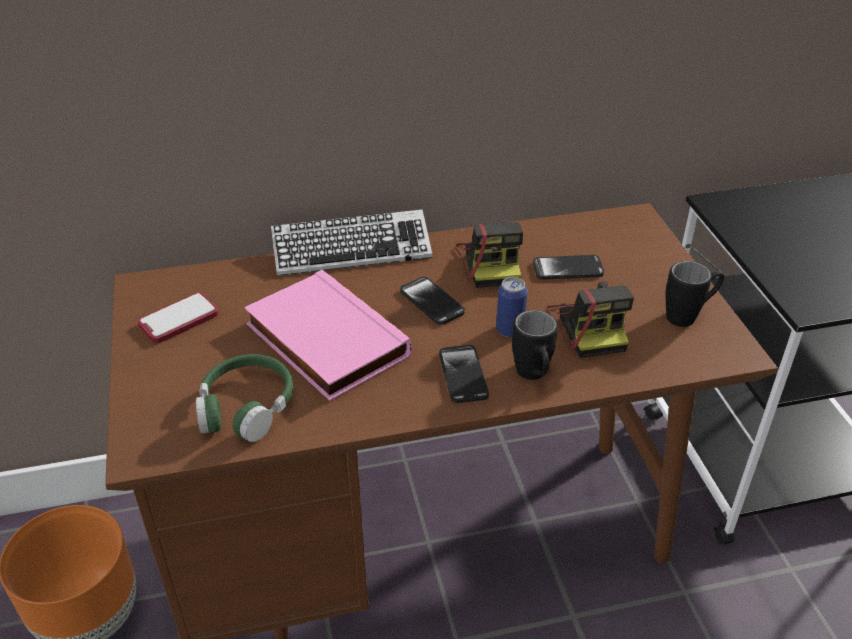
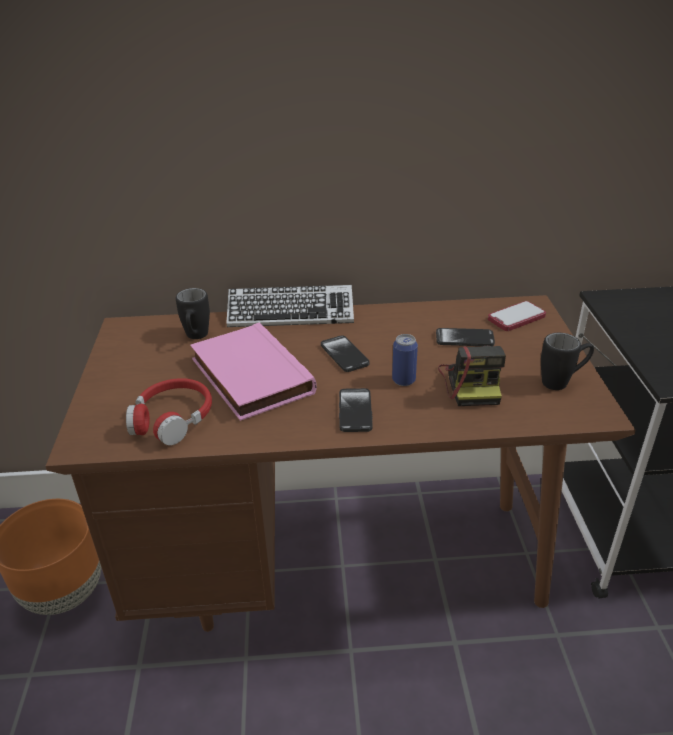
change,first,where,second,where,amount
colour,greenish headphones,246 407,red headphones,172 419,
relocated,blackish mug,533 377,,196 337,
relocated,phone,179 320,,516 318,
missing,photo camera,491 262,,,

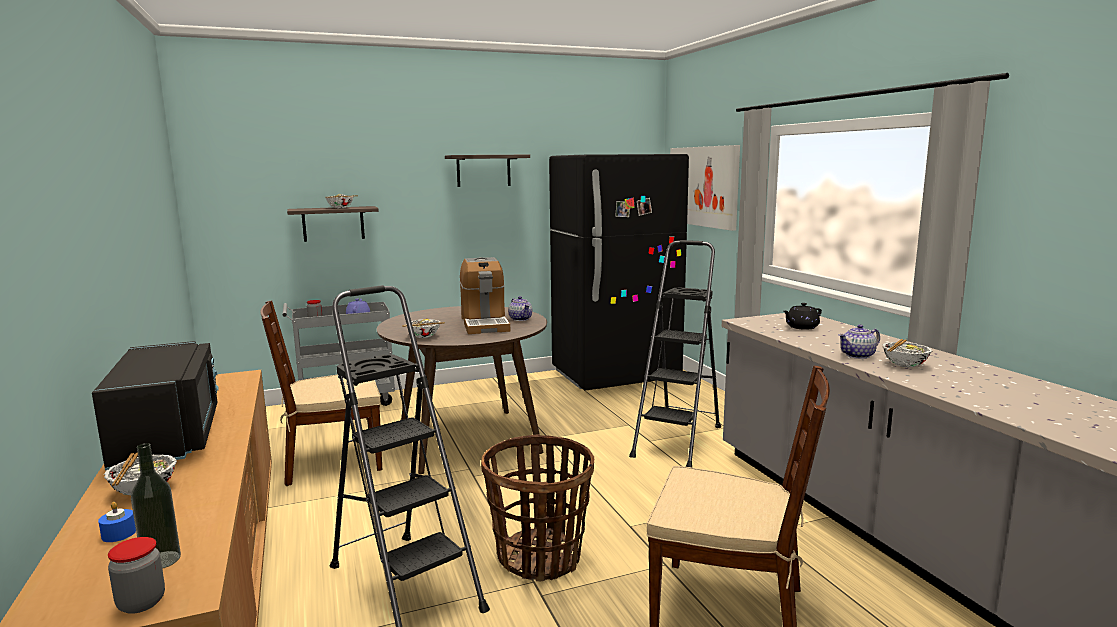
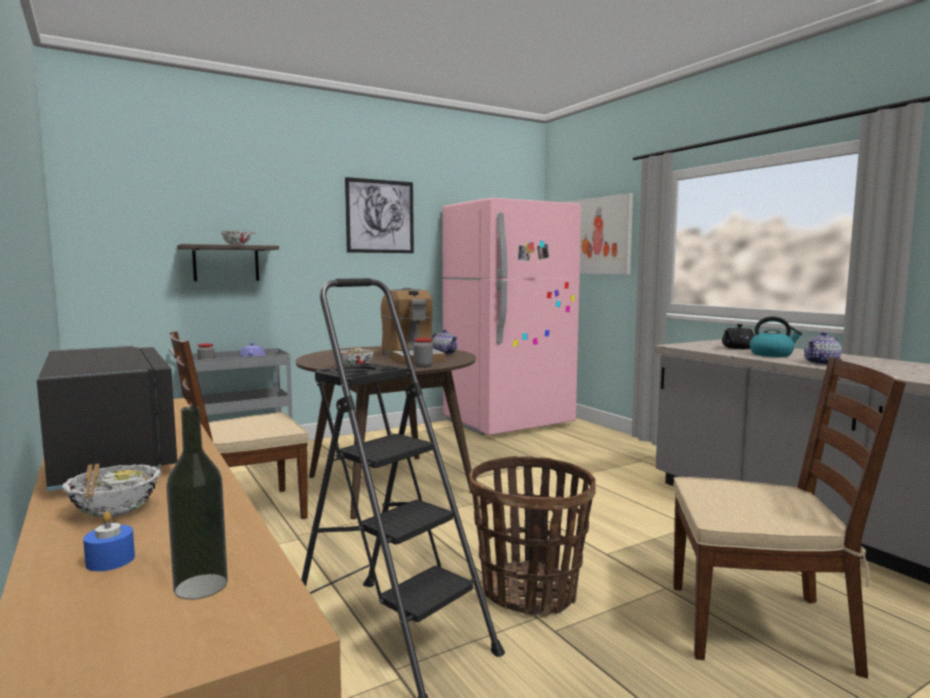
change,first,where,second,where,amount
exchanged,bracket shelf,483 170,wall art,380 216,
relocated,jar,141 603,,423 366,
colour,blackish refrigerator,615 376,pink-coloured refrigerator,508 423,
appeared,,,kettle,772 354,
missing,step stool,678 440,,,
missing,deep dish,904 364,,,

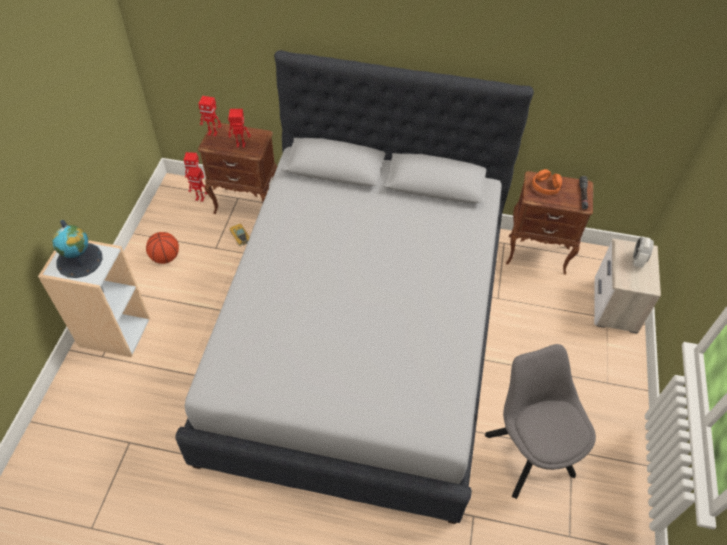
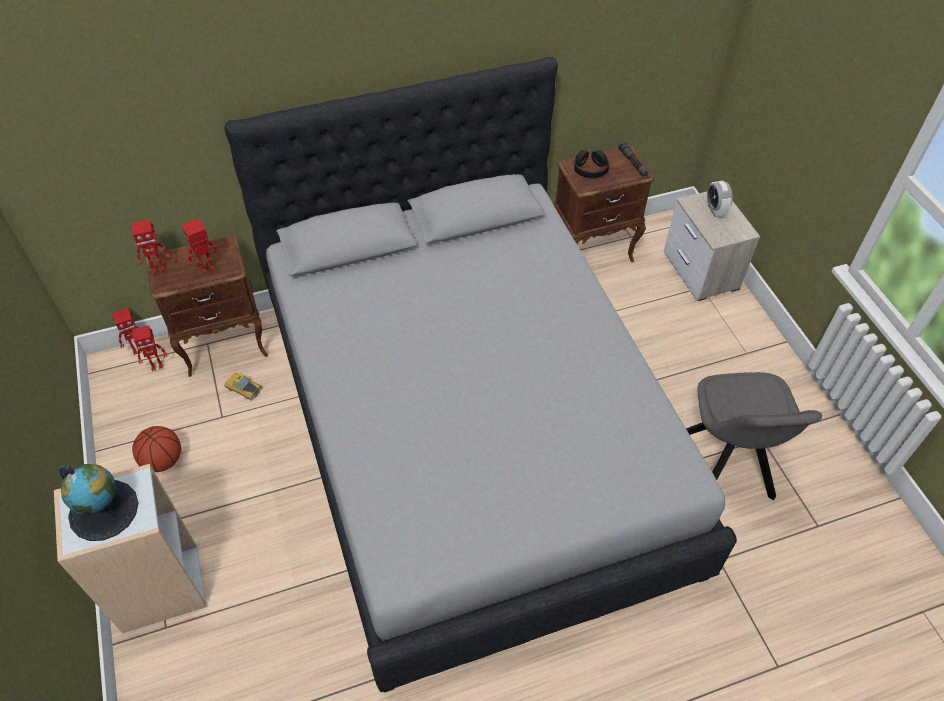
change,first,where,second,where,amount
colour,orange headphones,546 186,blackish headphones,590 169,
spun,gray plain chair,528 454,,725 466,135 degrees counterclockwise

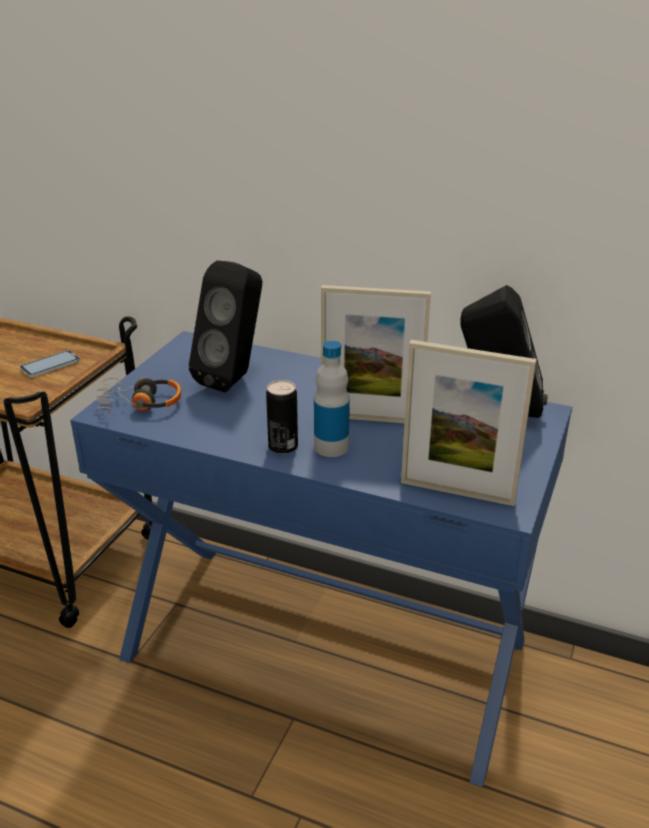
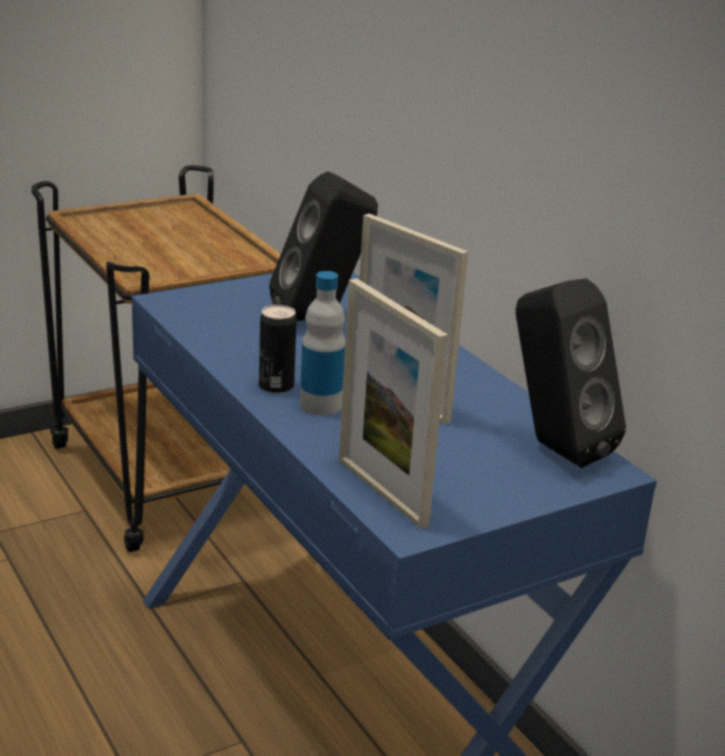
change,first,where,second,where,amount
missing,phone,50 365,,,
missing,headphones,139 403,,,

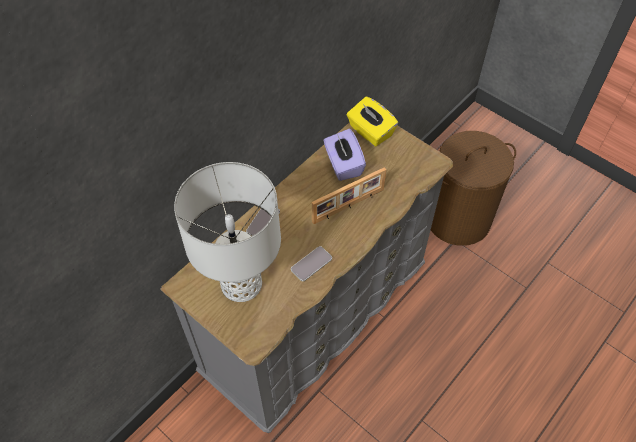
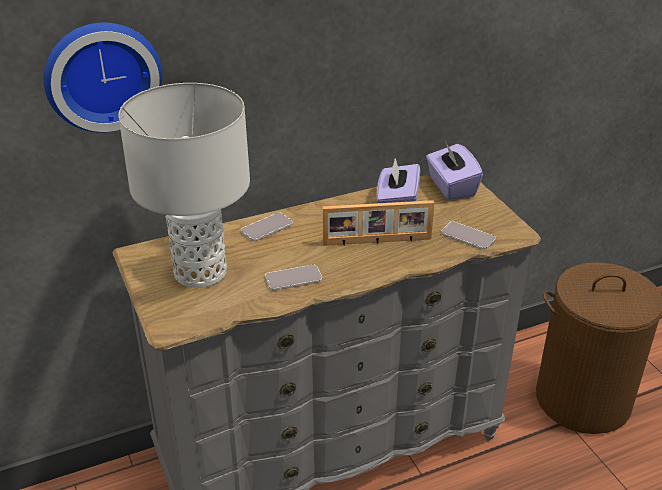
change,first,where,second,where,amount
appeared,,,hanging clock,102 75,
colour,yellow box of tissues,370 132,purplish box of tissues,451 187,
appeared,,,phone,468 236,

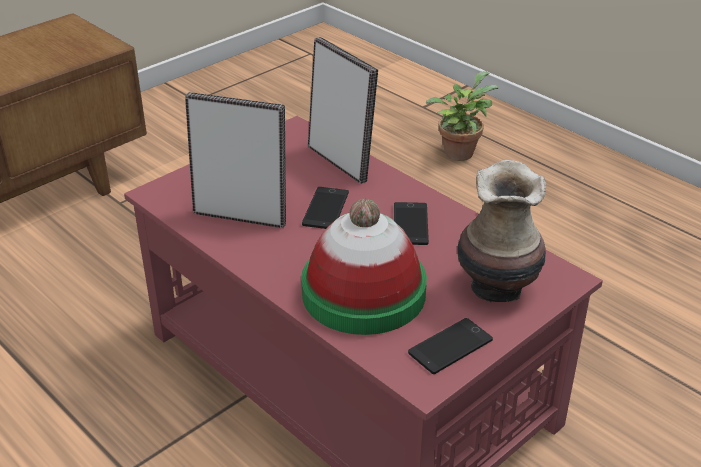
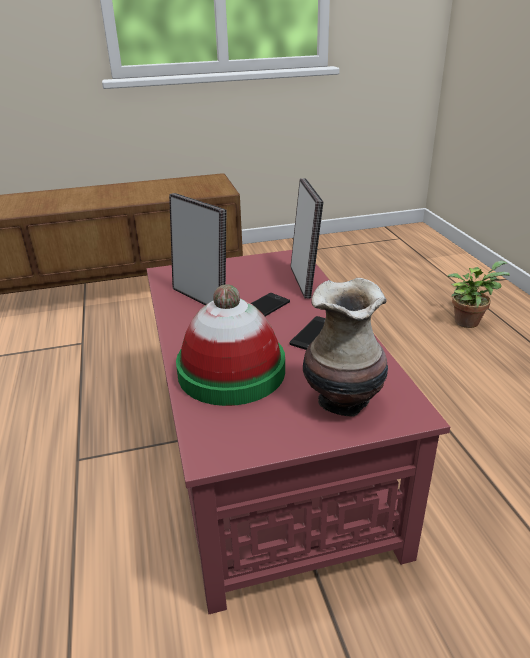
change,first,where,second,where,amount
missing,phone,450 346,,,

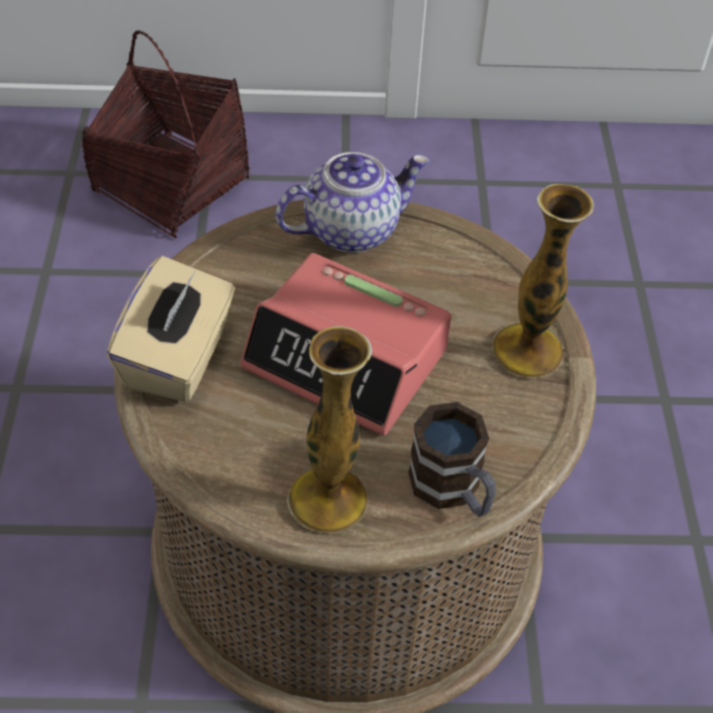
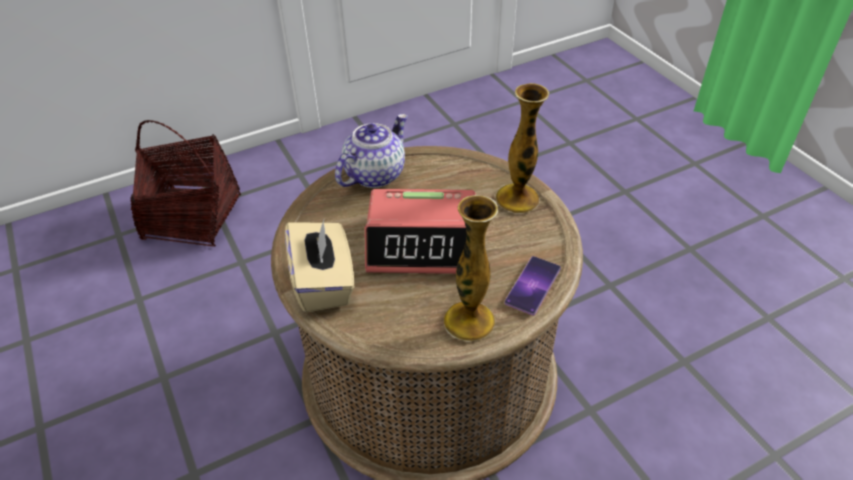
change,first,where,second,where,amount
exchanged,mug,453 490,phone,533 285,

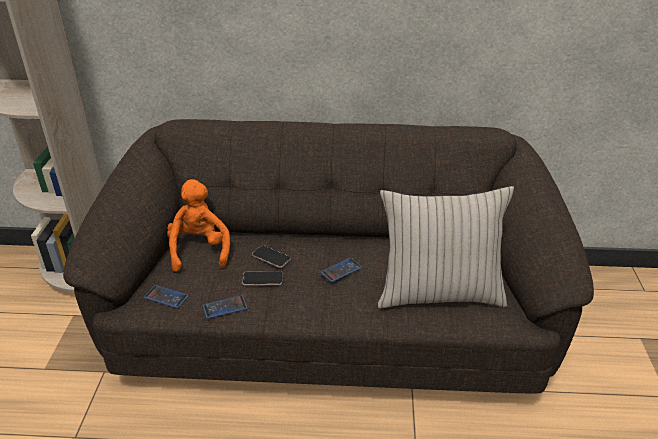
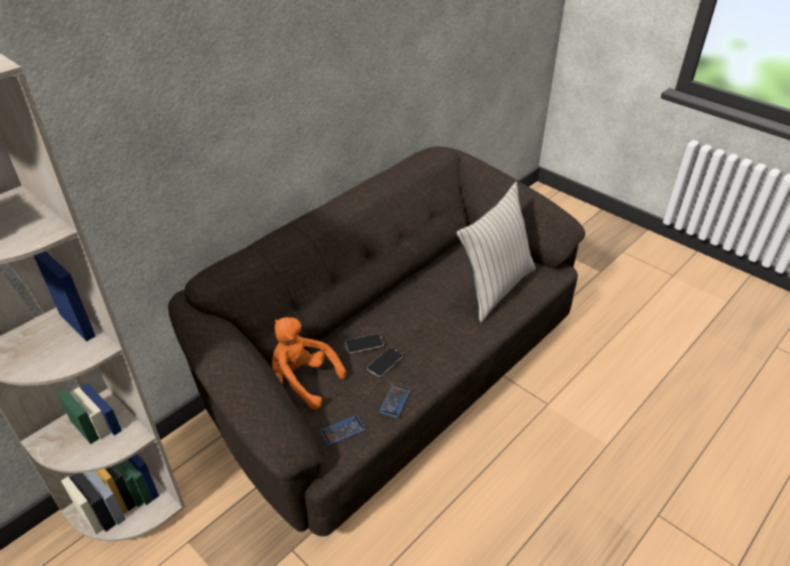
change,first,where,second,where,amount
missing,phone,341 270,,,

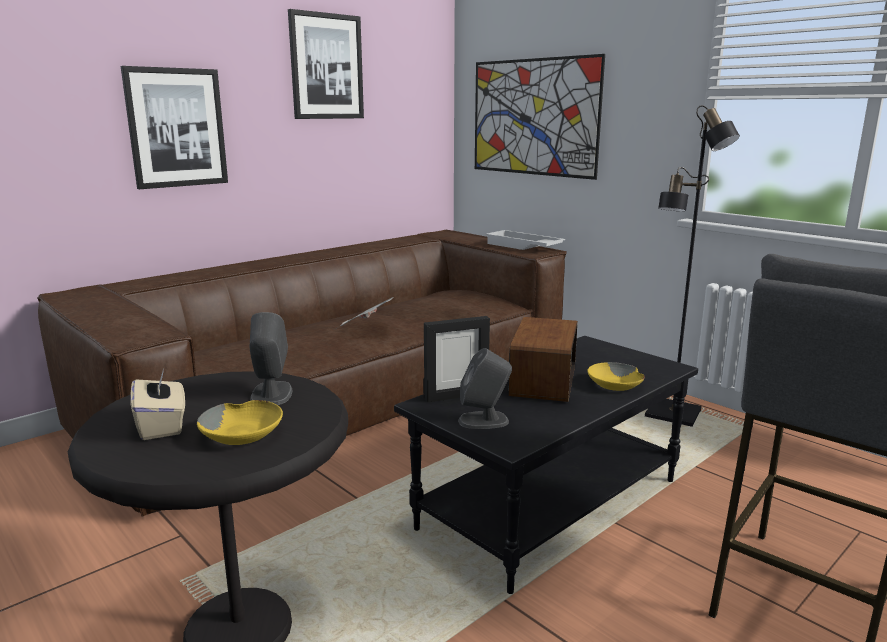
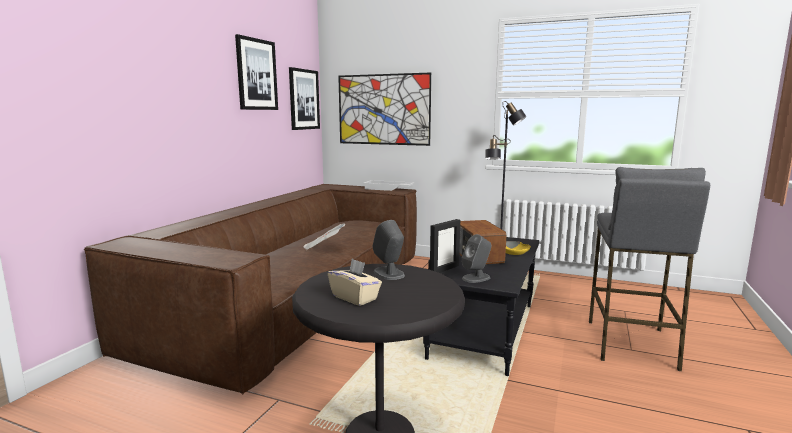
change,first,where,second,where,amount
relocated,wall art,176 128,,304 99,
missing,yellow deep dish,244 434,,,

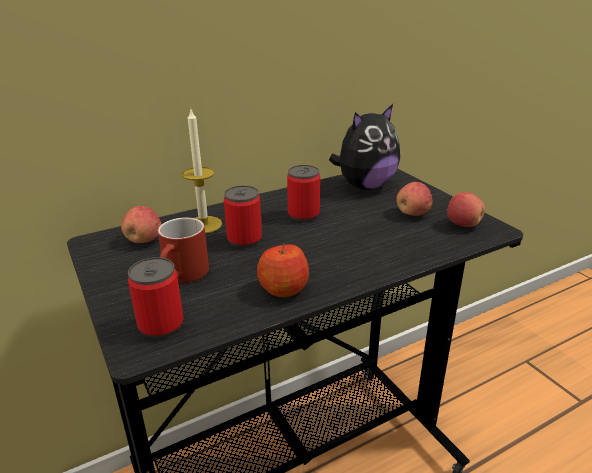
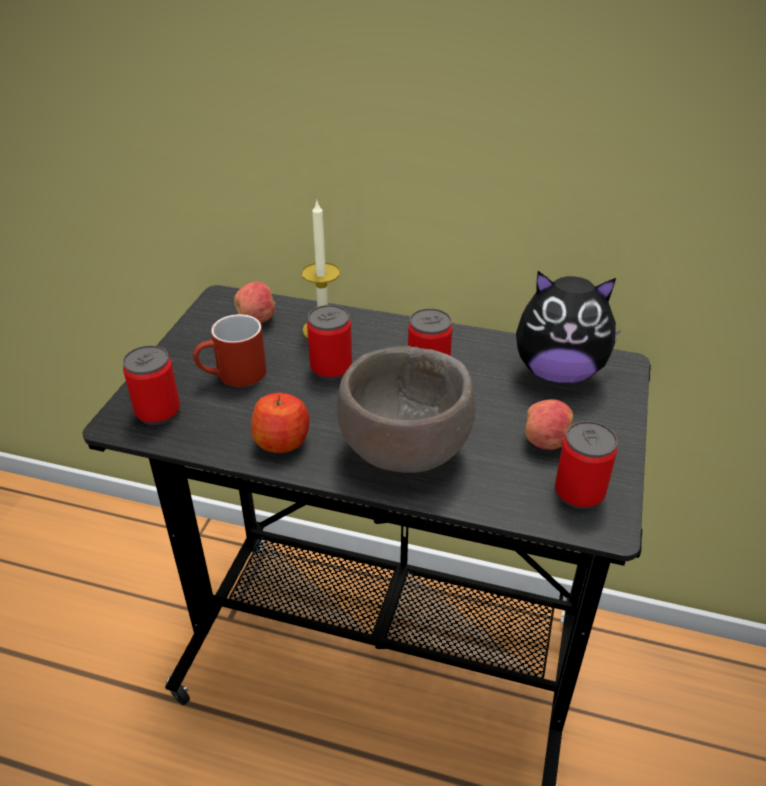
change,first,where,second,where,amount
appeared,,,brownish deep dish,406 451,
exchanged,apple,463 224,sealed can,579 493,

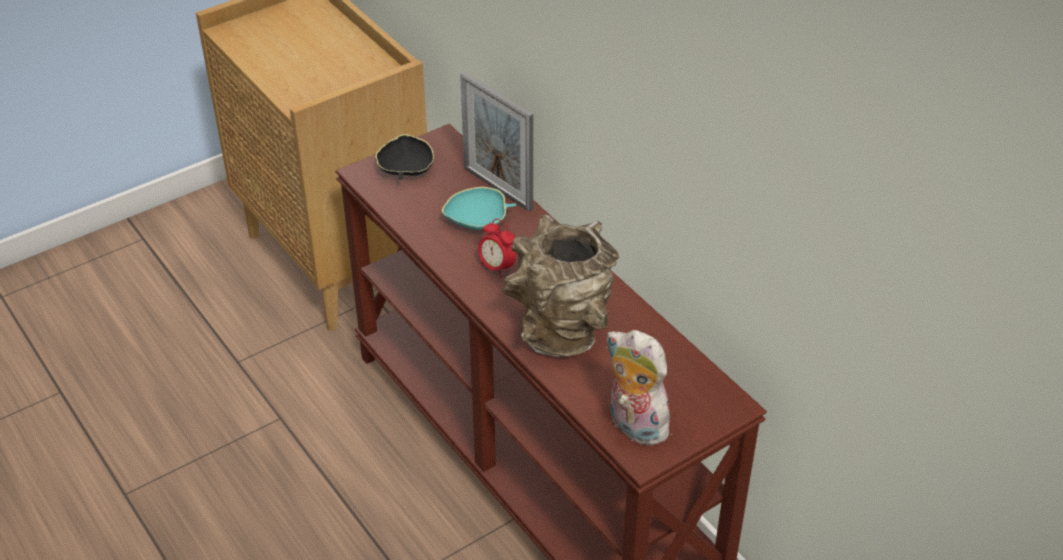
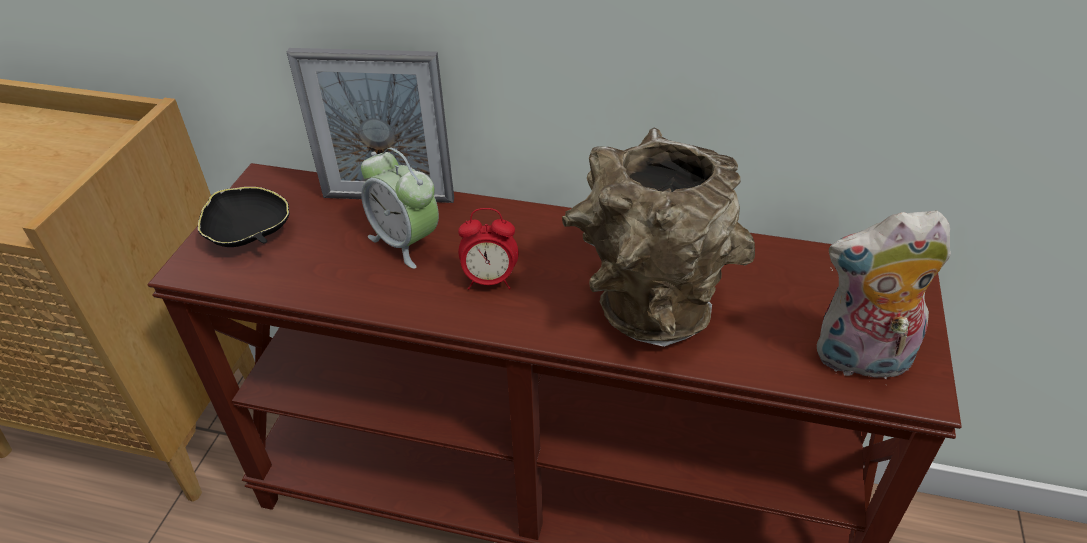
change,first,where,second,where,amount
exchanged,blue-green deep dish,478 220,table clock,405 242,

